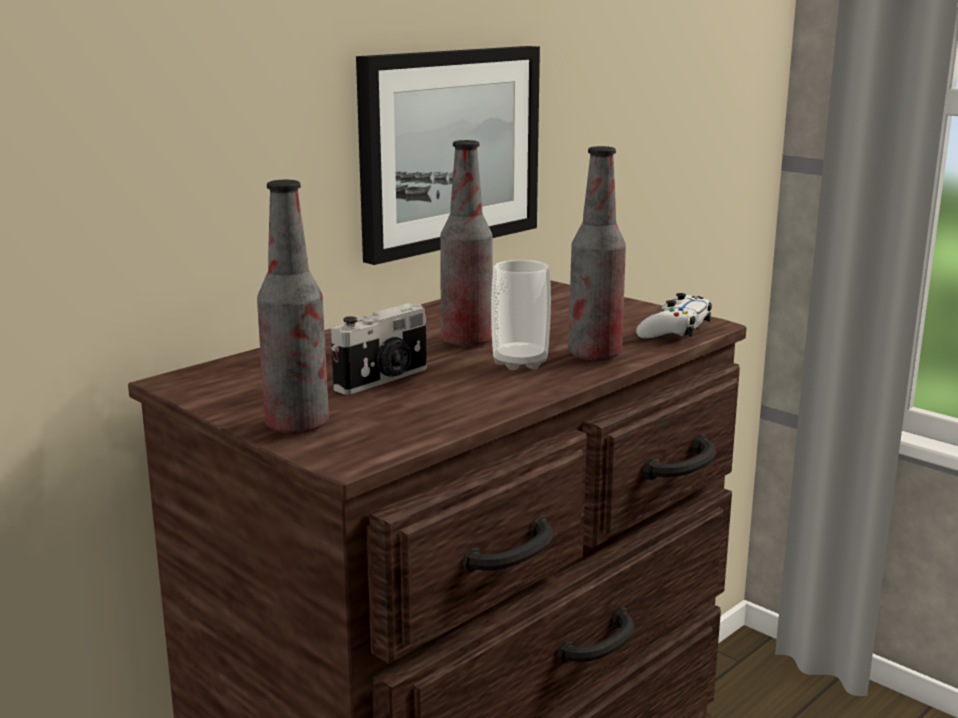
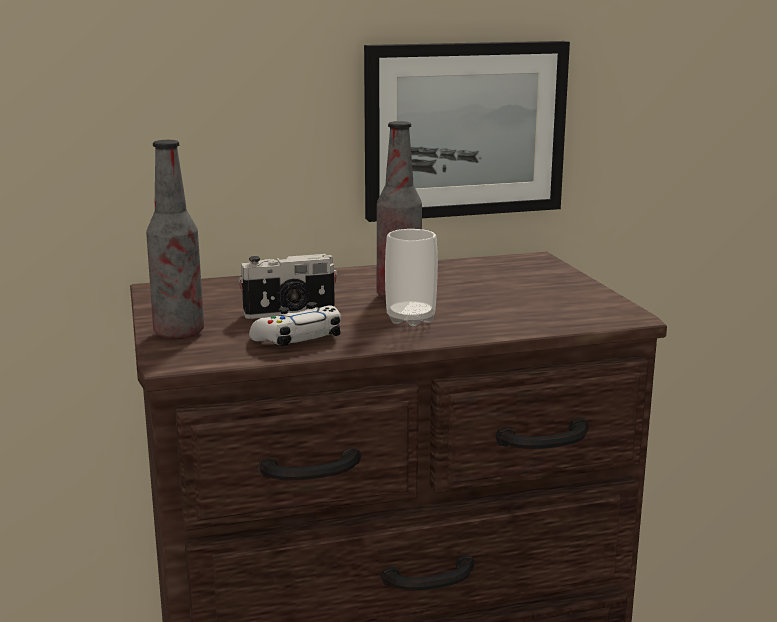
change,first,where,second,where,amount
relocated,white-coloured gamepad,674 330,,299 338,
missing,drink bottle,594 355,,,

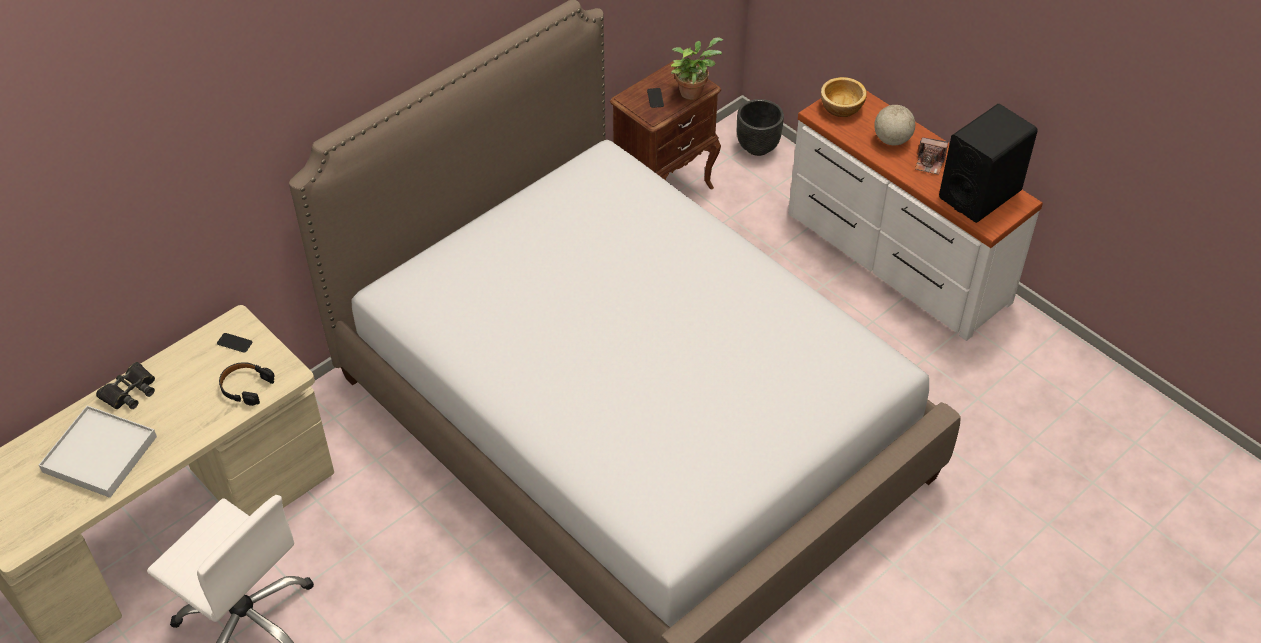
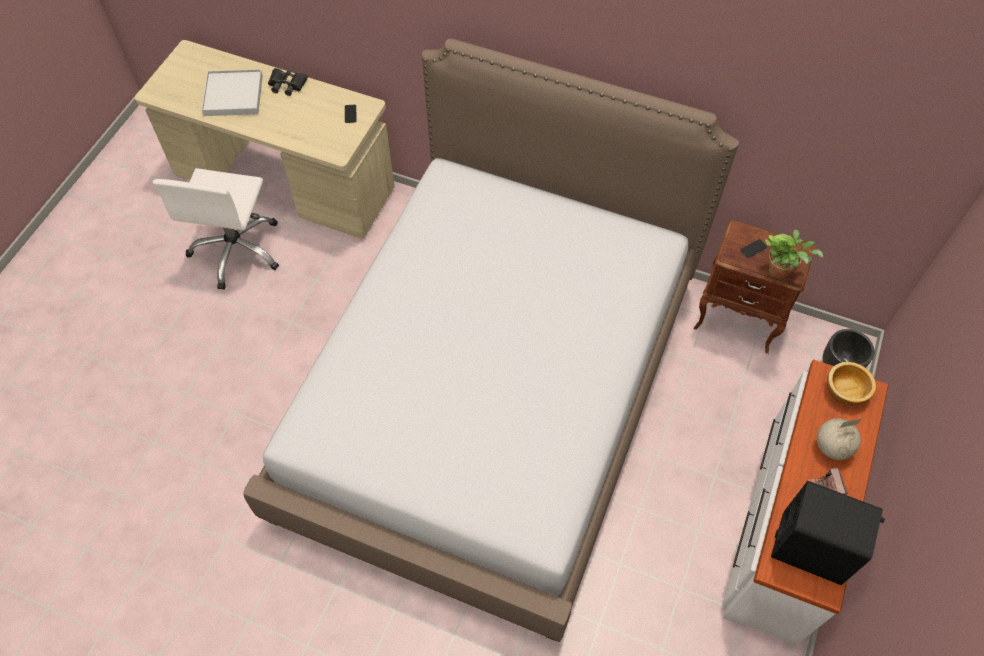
change,first,where,second,where,amount
missing,blackish headphones,245 387,,,

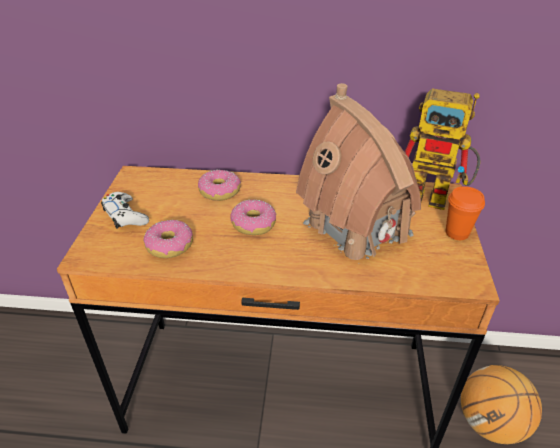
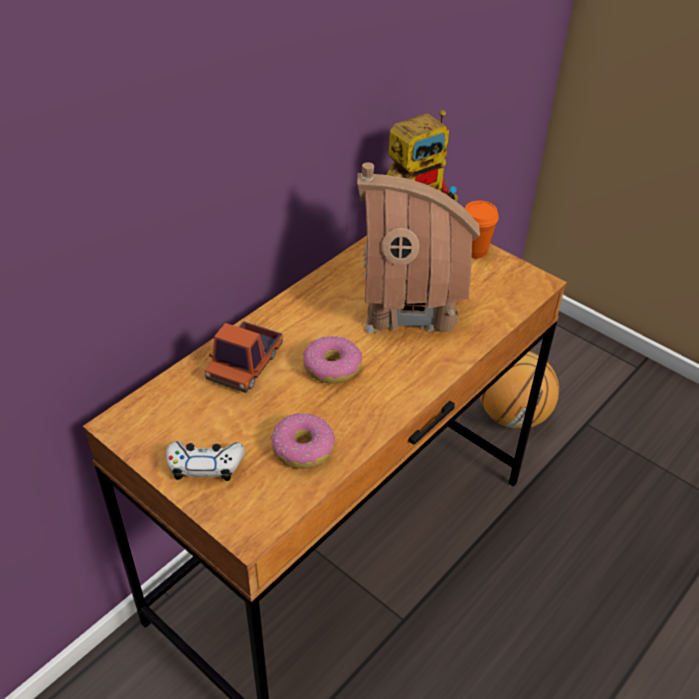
change,first,where,second,where,amount
exchanged,donut,220 191,toy lorry,245 365,

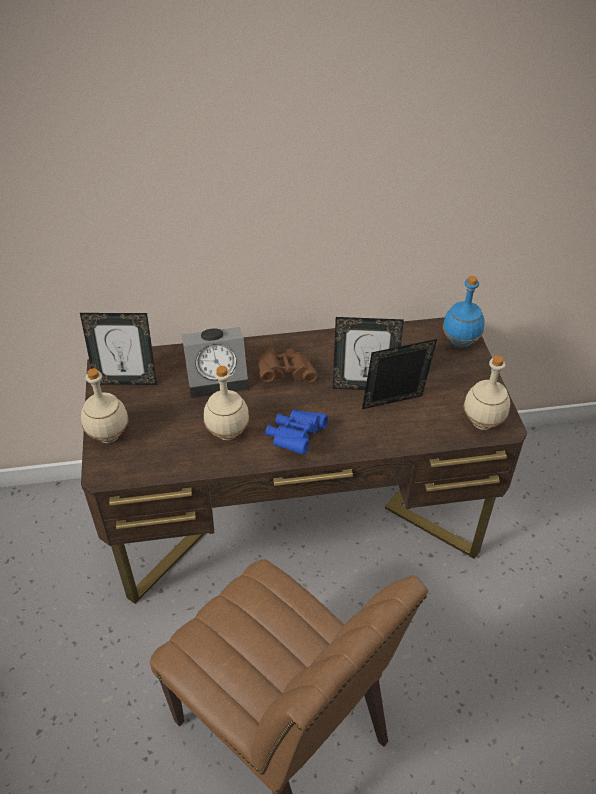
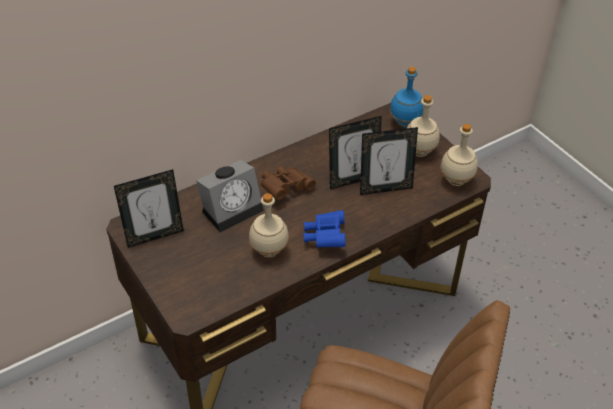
change,first,where,second,where,amount
spun,standing frame,394 406,,385 188,150 degrees counterclockwise
relocated,beige-coloured drink bottle,109 436,,420 152,

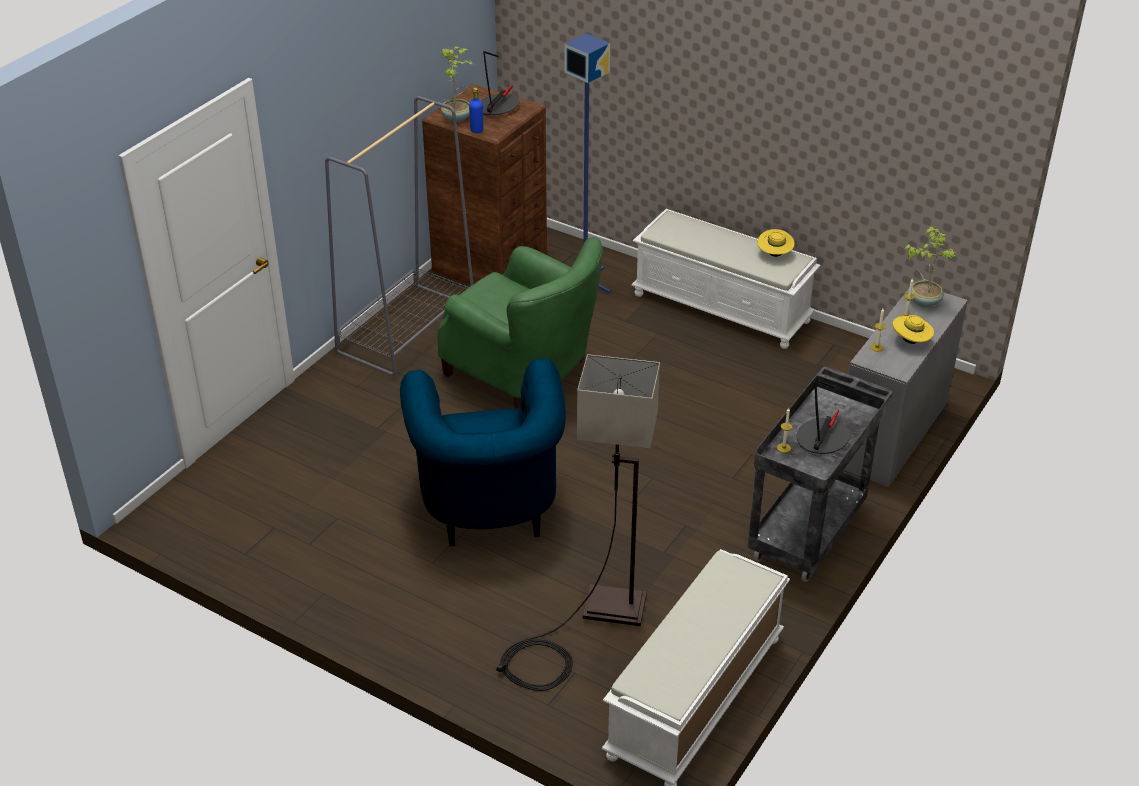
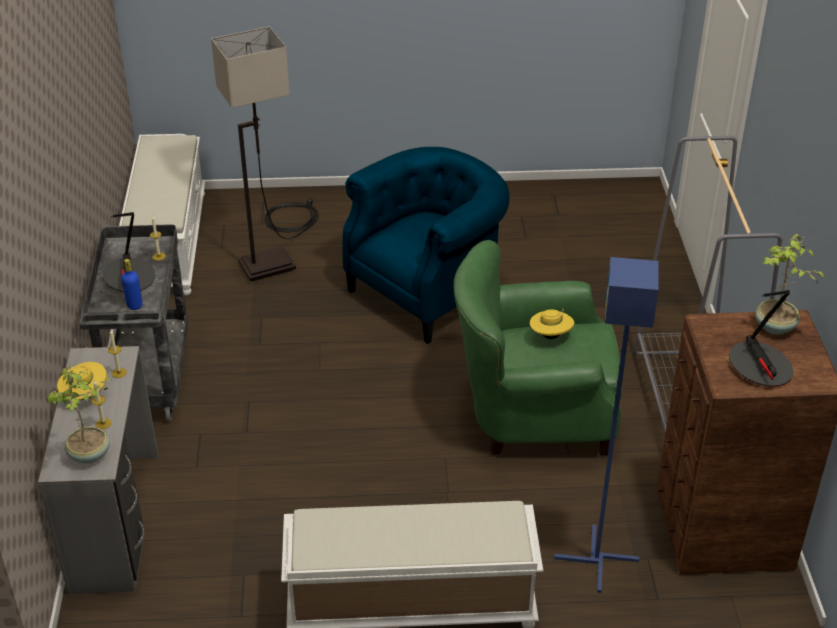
change,first,where,second,where,amount
relocated,blue-coloured drink bottle,477 130,,134 305,
spun,blue-coloured armchair,488 505,,429 291,90 degrees clockwise
relocated,yellow clothing hat,774 254,,550 335,

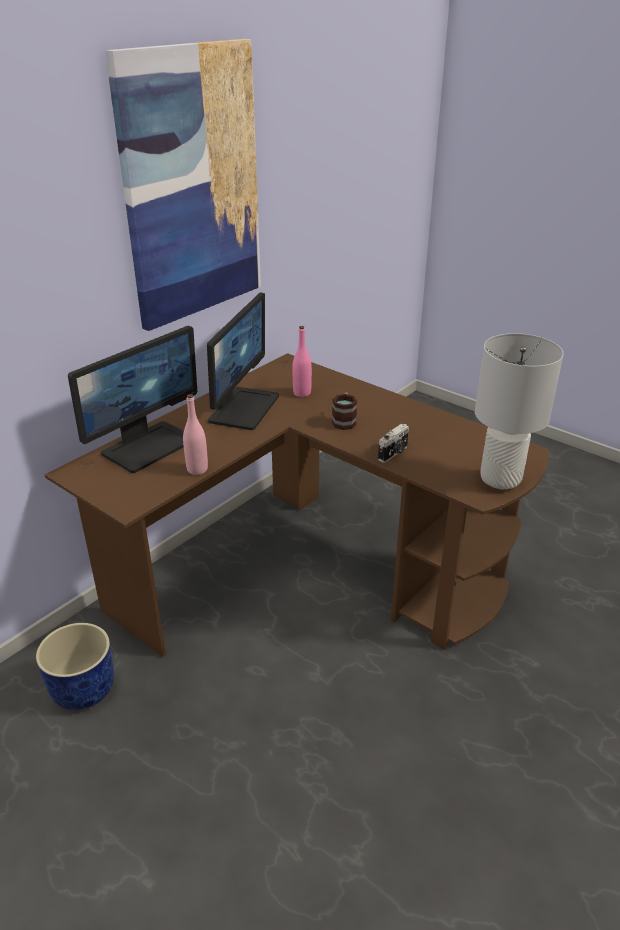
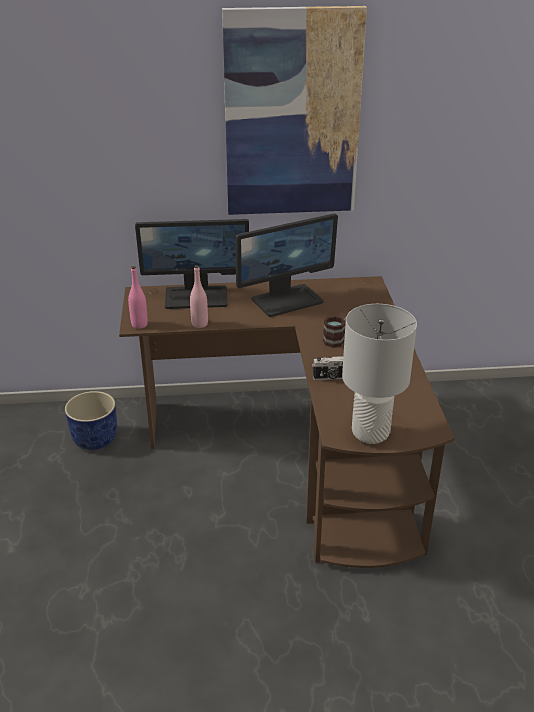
change,first,where,second,where,amount
relocated,pink-coloured drink bottle,302 393,,139 325,

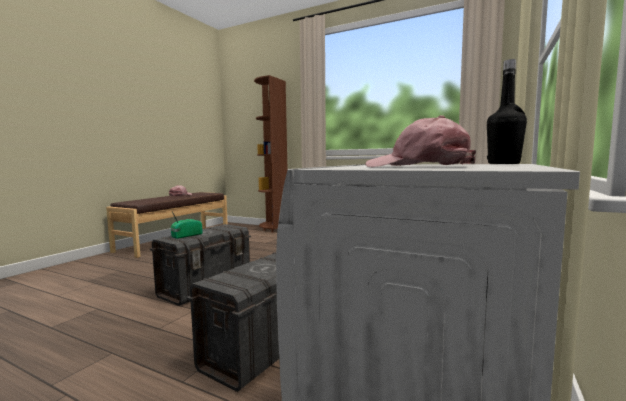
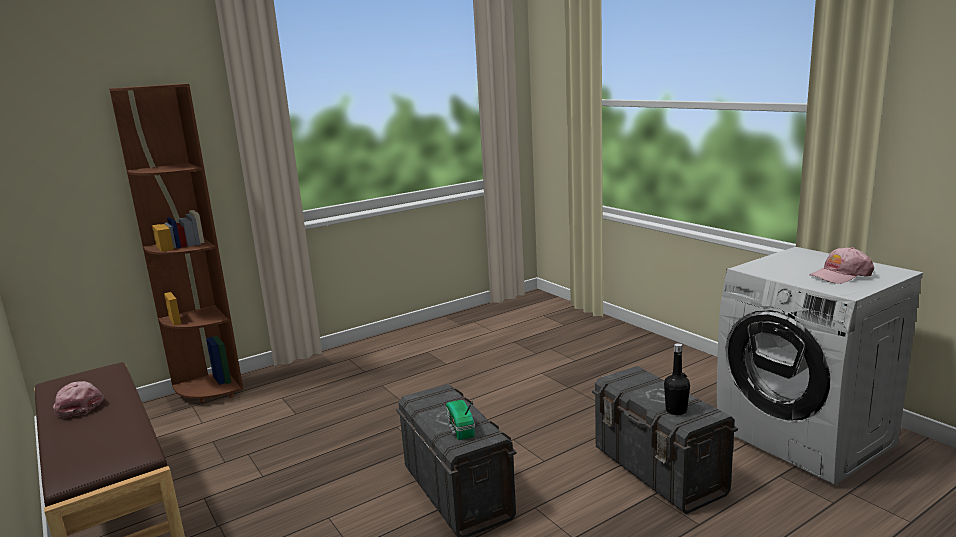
change,first,where,second,where,amount
relocated,blackish drink bottle,503 163,,676 410,

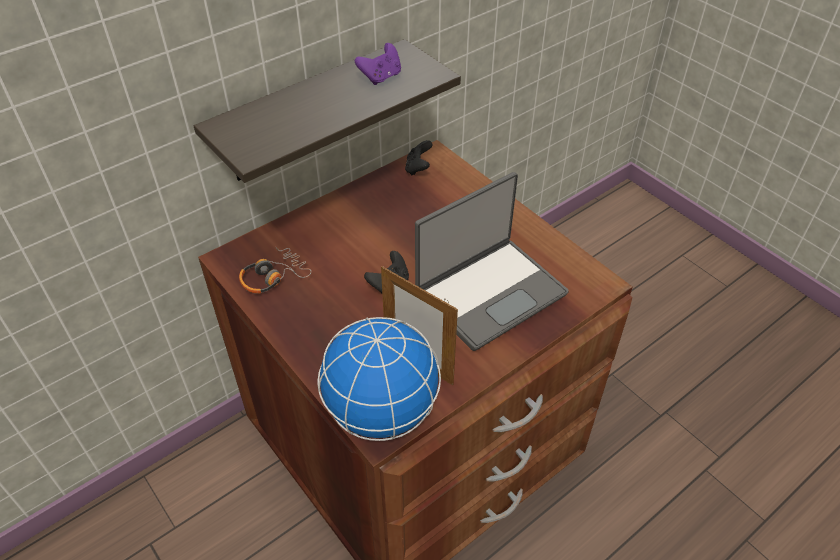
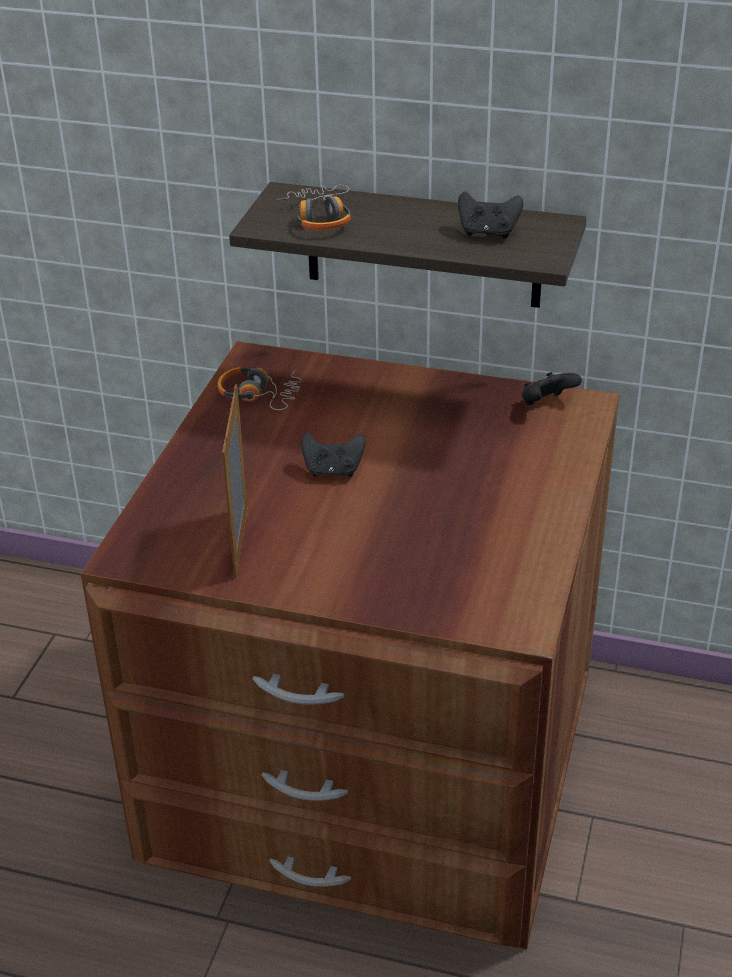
change,first,where,second,where,amount
appeared,,,headphones,320 217,
colour,purplish gamepad,381 77,blackish gamepad,488 232,
missing,desk globe,381 412,,,
missing,notebook computer,489 292,,,

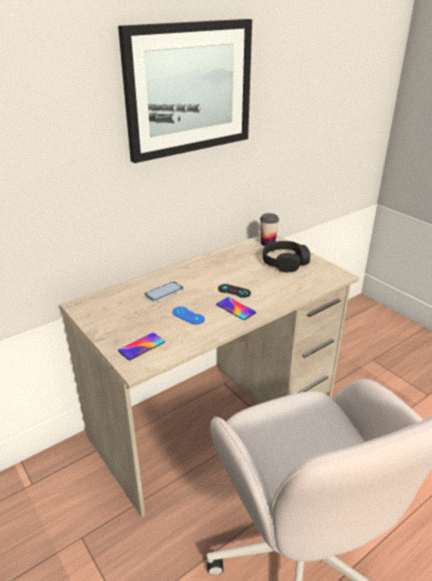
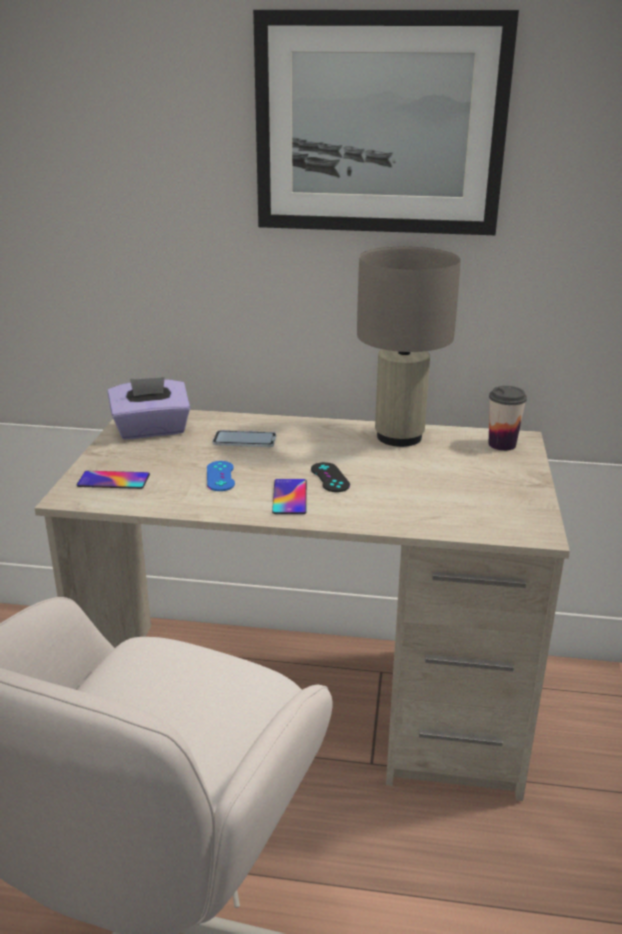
change,first,where,second,where,amount
appeared,,,purplish box of tissues,151 430,
appeared,,,gray tabletop lamp,400 436,
missing,blackish headphones,285 262,,,

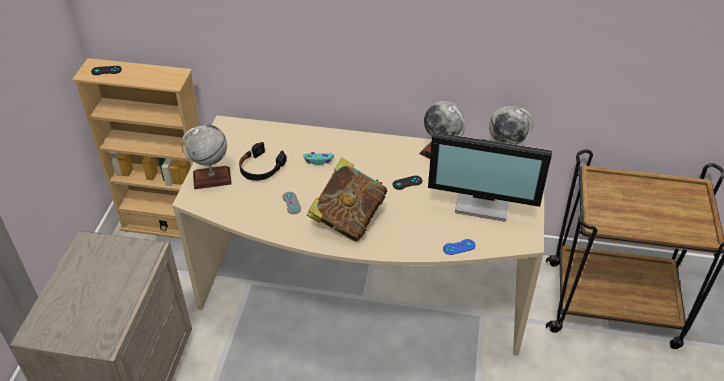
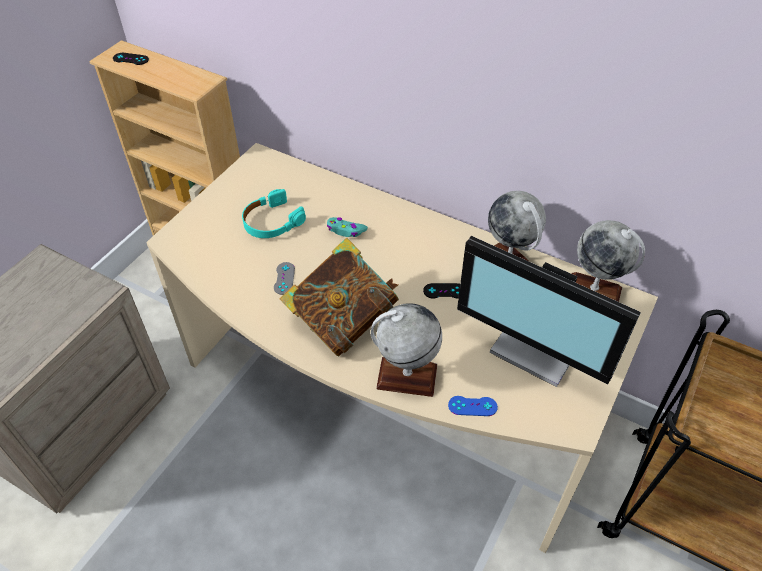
change,first,where,second,where,amount
colour,blackish headphones,261 168,blue-green headphones,272 222,
relocated,desk globe,212 178,,406 376,

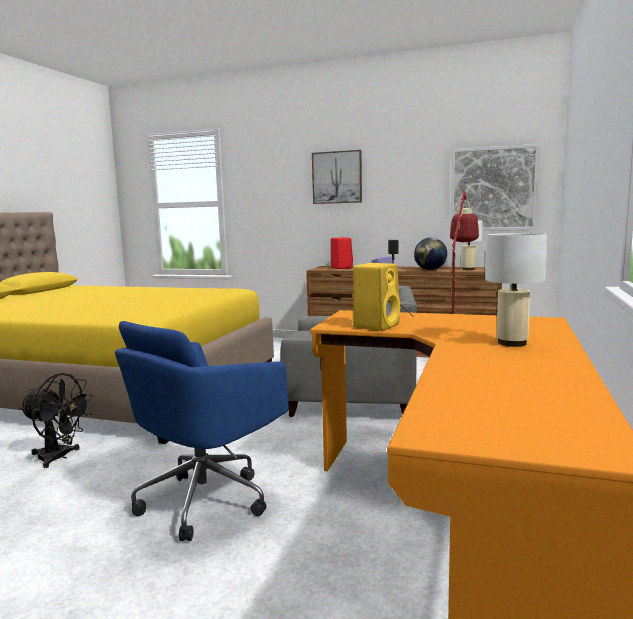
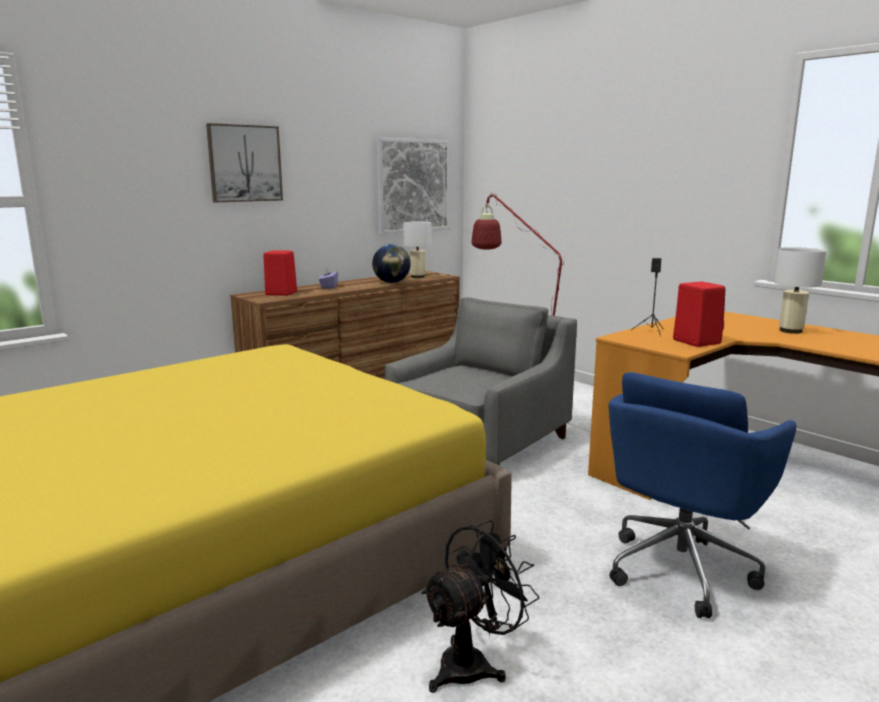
change,first,where,second,where,amount
spun,blue-coloured computer chair,209 500,,682 568,60 degrees clockwise
colour,yellow audio speaker,376 326,red audio speaker,695 341,

